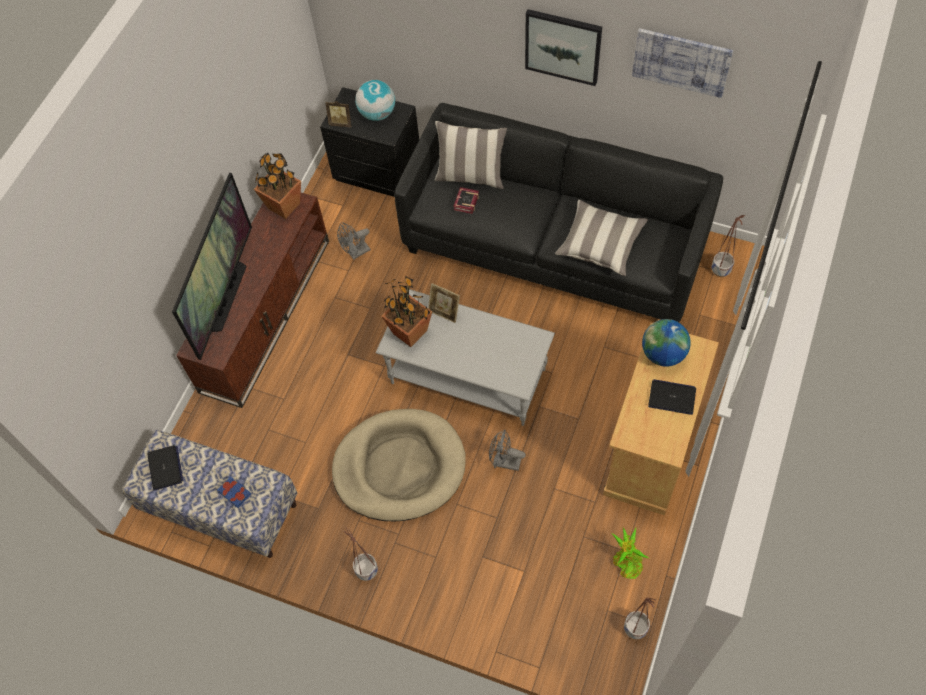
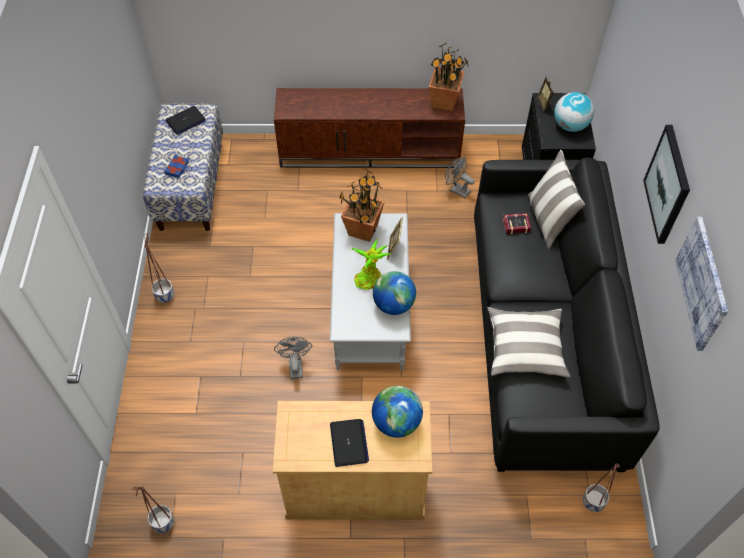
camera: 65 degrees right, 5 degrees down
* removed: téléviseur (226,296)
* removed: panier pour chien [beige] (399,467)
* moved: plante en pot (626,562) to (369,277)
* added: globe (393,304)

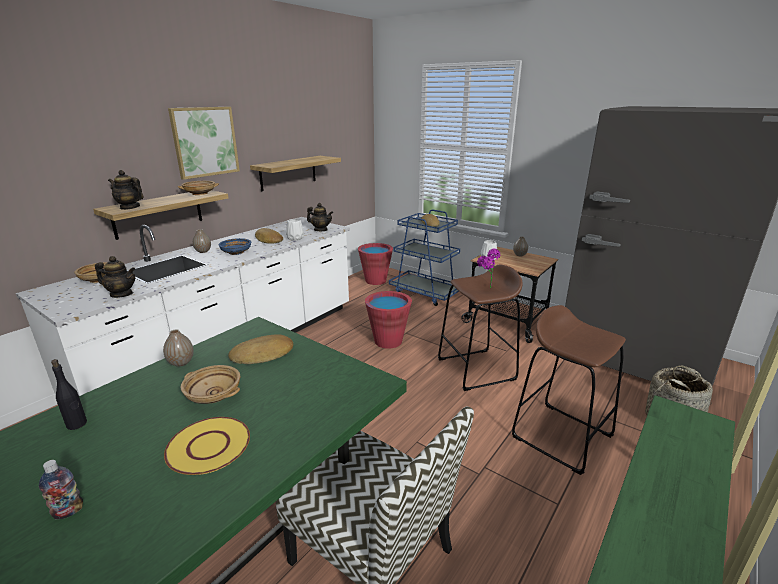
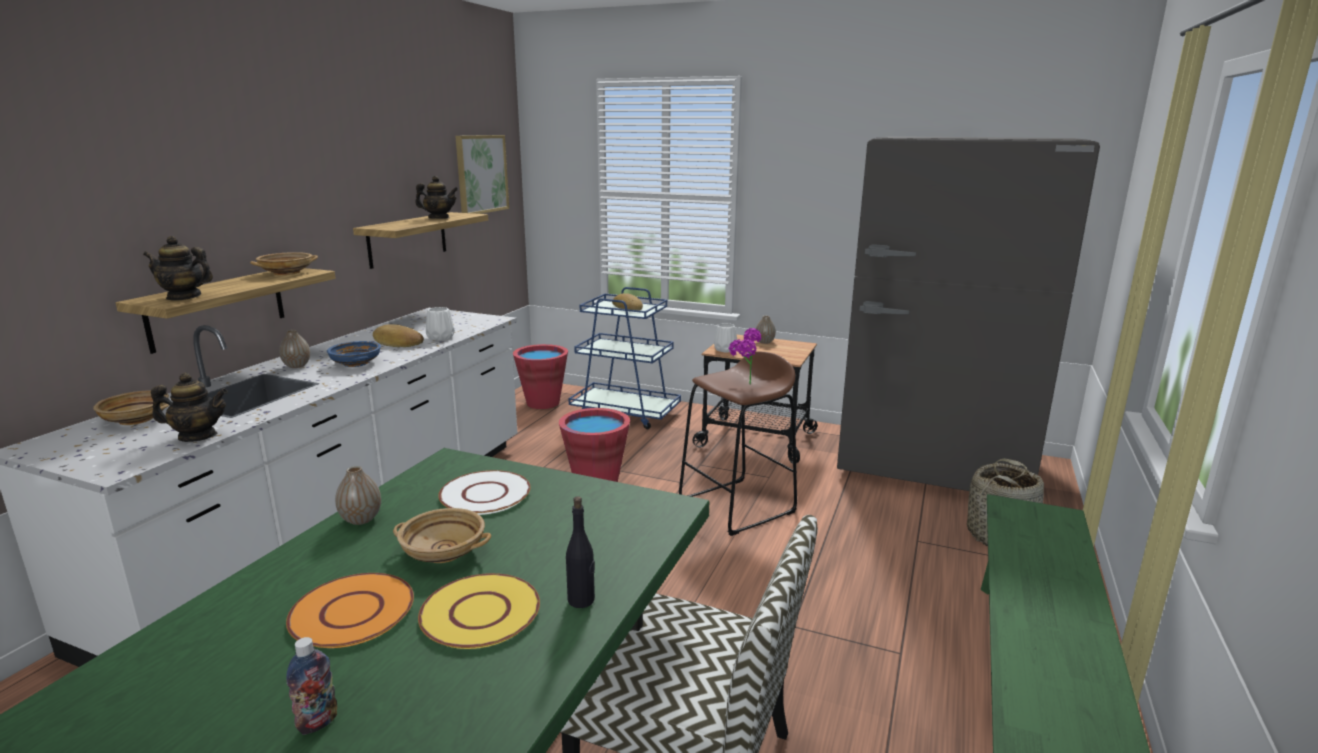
camera: 15 degrees left, 5 degrees down
* moved: bouteille [noir] (77,424) to (581,600)
* moved: tableau (205,142) to (481,174)
* replaced: pain (263,355) to assiette [blanc] (486,494)
* moved: théière (321,230) to (439,218)
* removed: tabouret [marron] (561,436)
* added: assiette [orange] (353,612)

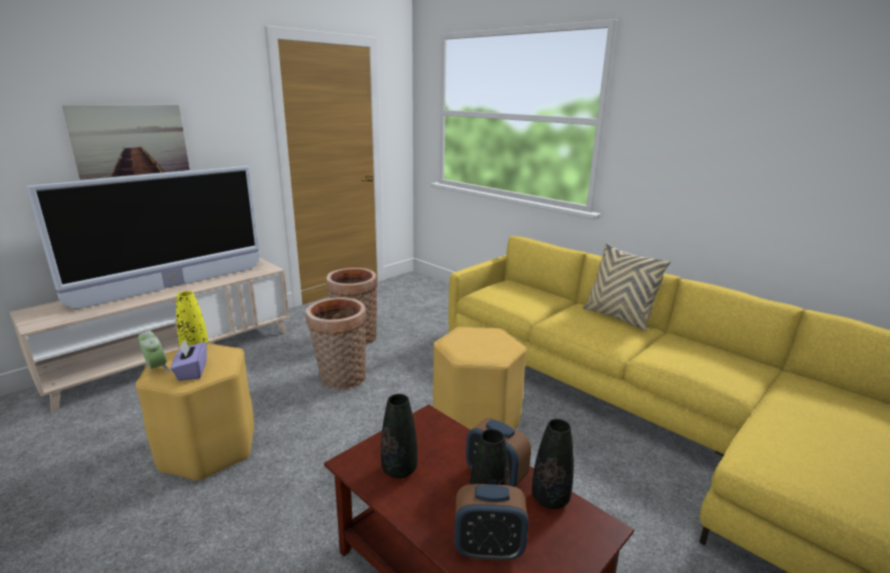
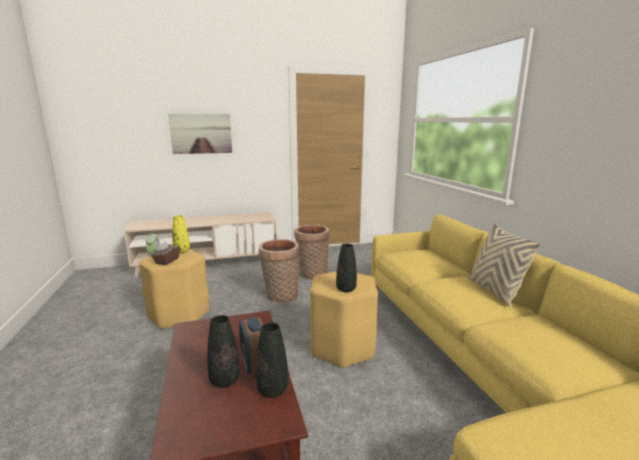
camera: 30 degrees right, 5 degrees down
* removed: téléviseur (173,286)
* recoloured: boîte à mouchoirs [violet] (192,371) to boîte à mouchoirs [marron] (167,261)
* moved: vase [noir] (399,470) to (346,289)
* removed: réveil (488,548)

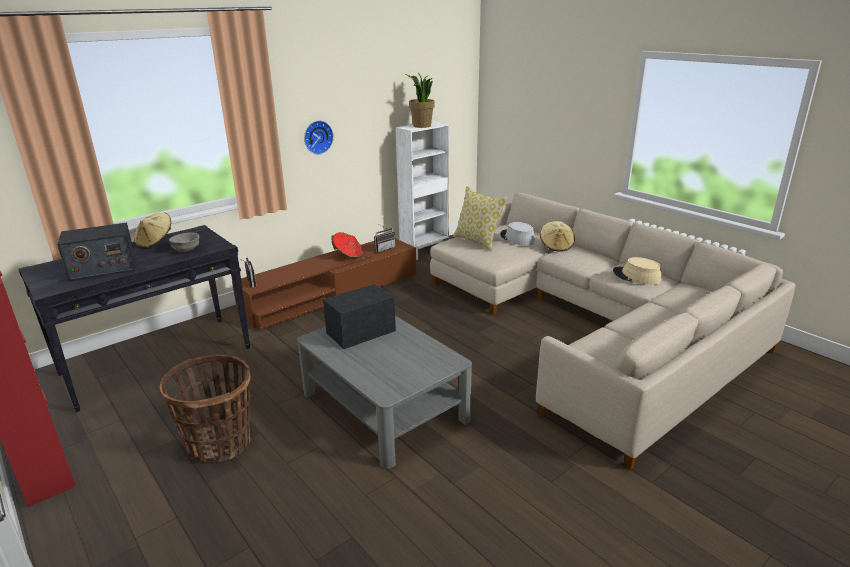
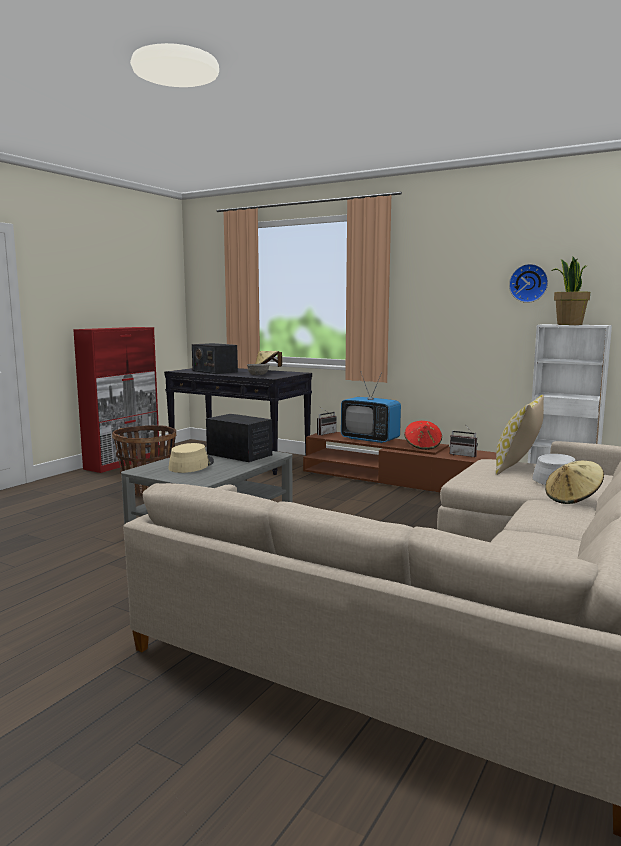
camera: 70 degrees right, 15 degrees down
* moved: horloge murale (317,137) to (529,283)
* moved: chapeau [beige] (636,276) to (191,465)
* added: téléviseur (370,439)

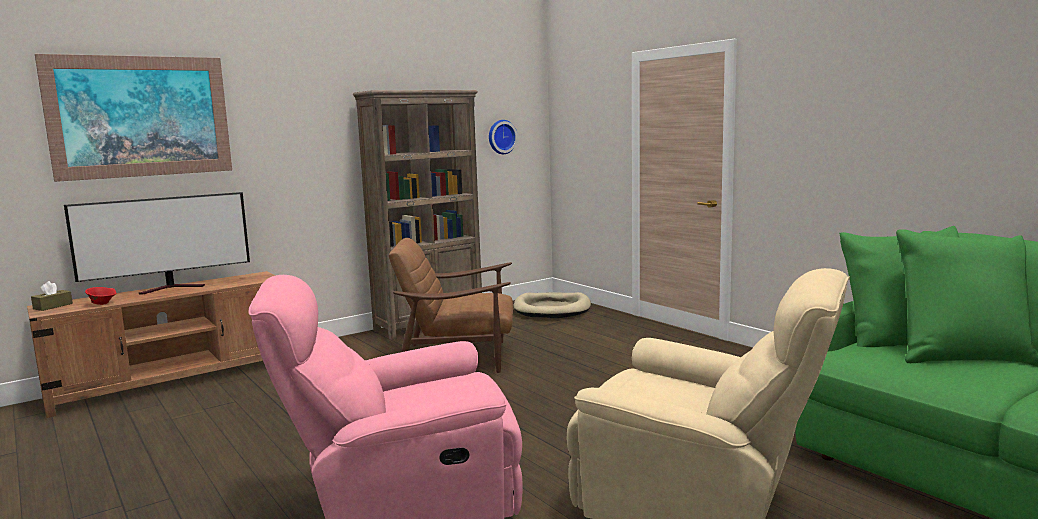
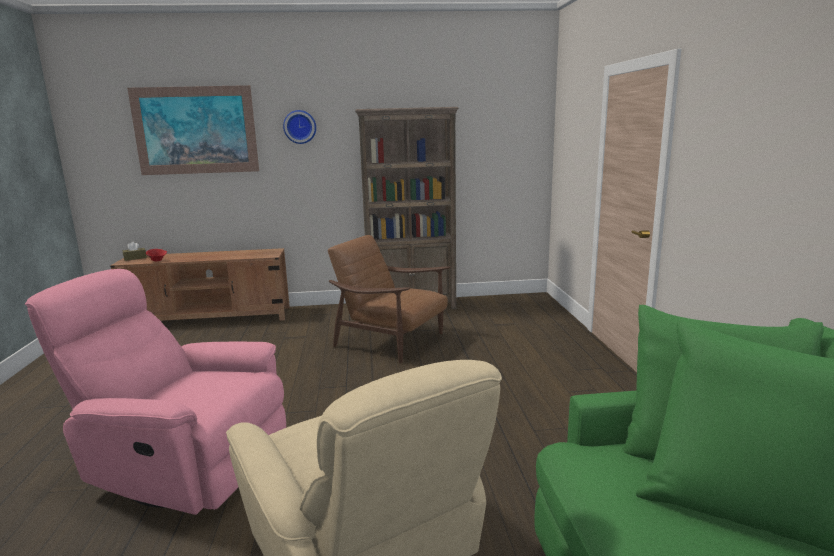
camera: 30 degrees right, 5 degrees up
* removed: téléviseur (173,288)
* moved: horloge murale (501,137) to (300,127)
* removed: panier pour chien [beige] (552,309)

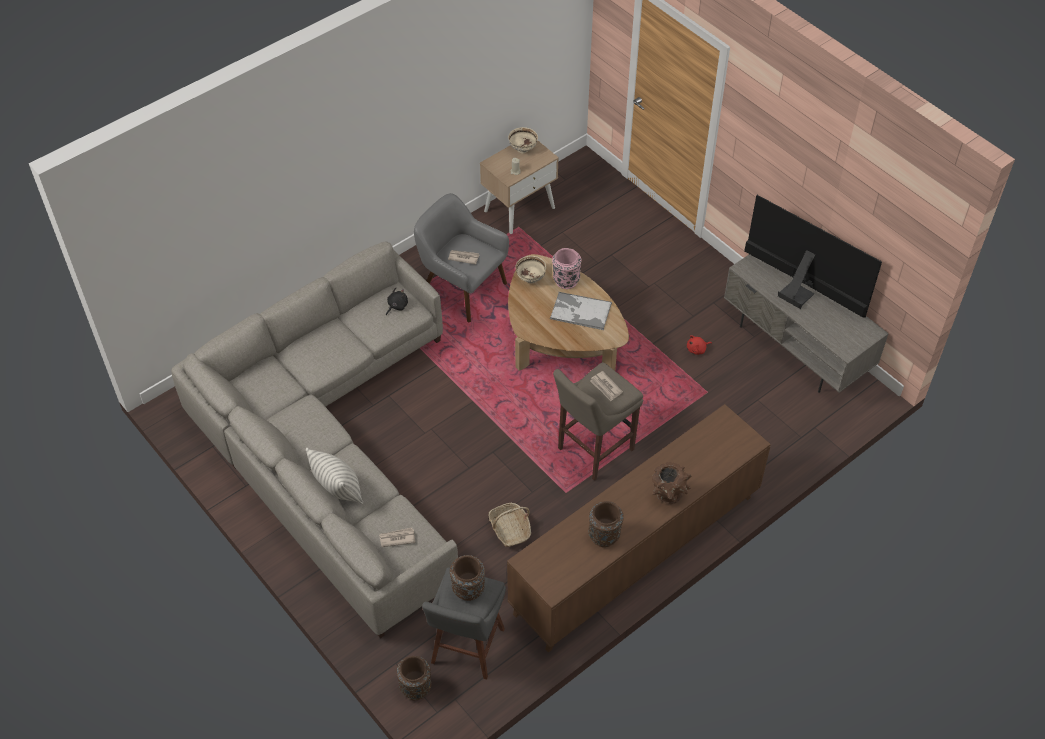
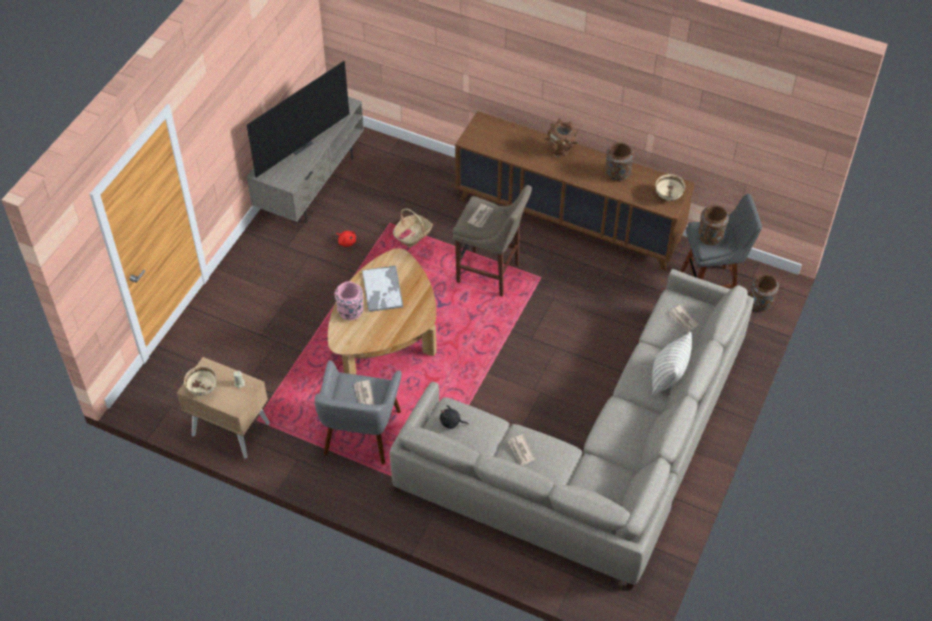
camera: 115 degrees left, 0 degrees up
* moved: panier (510,529) to (413,235)
* moved: bol [beige] (530,279) to (668,197)
* turned: téléviseur (798,292) = (299,145) 150 degrees counterclockwise
* added: journal (521,451)

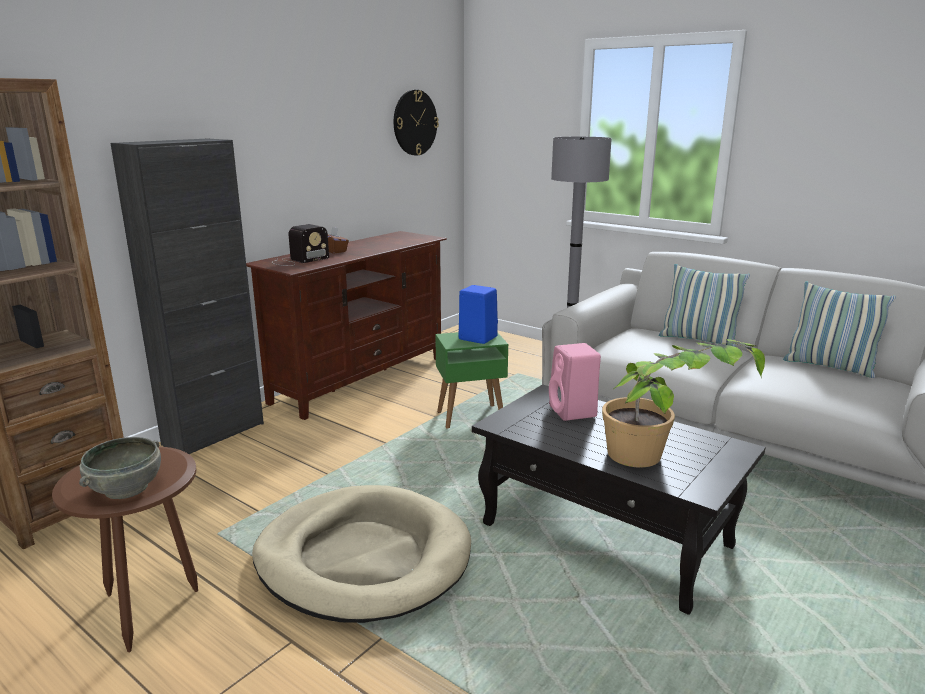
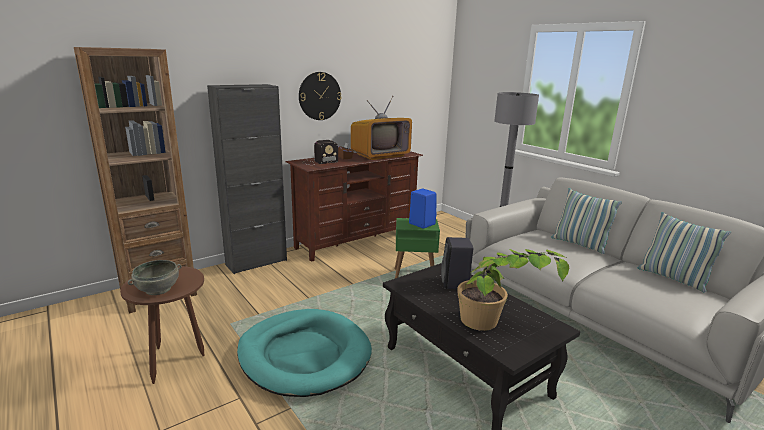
camera: 15 degrees right, 0 degrees up
* recoloured: panier pour chien [beige] (363,558) to panier pour chien [turquoise] (304,355)
* moved: horloge murale (415,122) to (319,96)
* recoloured: enceinte [rose] (573,412) to enceinte [noir] (455,283)
* added: téléviseur (380,155)

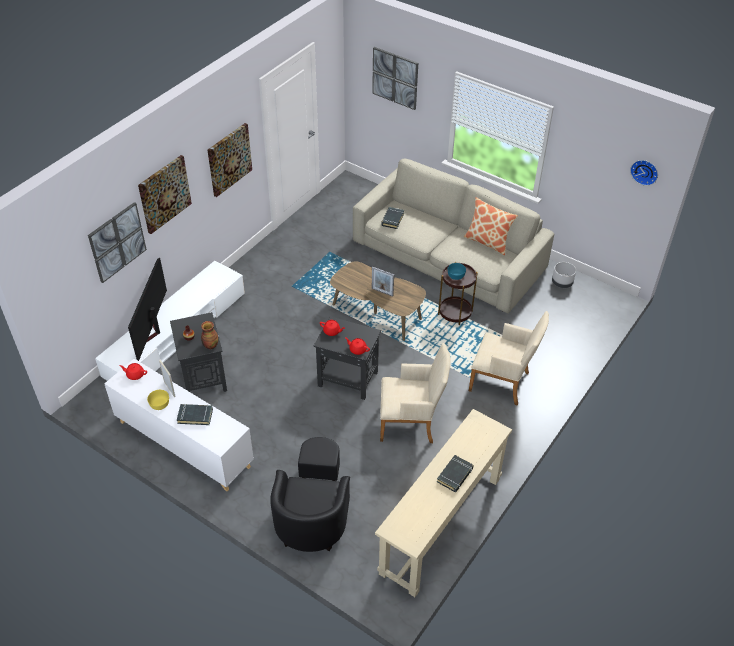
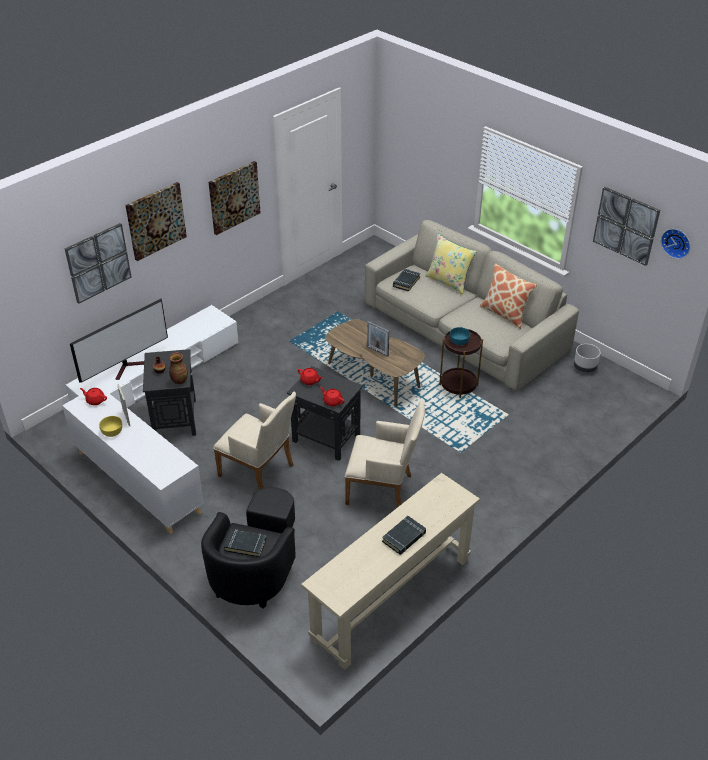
camera: 10 degrees right, 5 degrees down
* turned: téléviseur (152,333) = (129,367) 150 degrees counterclockwise
* moved: livre [noir] (195,416) to (245,545)
* moved: tableau (395,78) to (626,225)
* moved: fauteuil [beige] (503,383) to (260,472)
* added: coussin [jaune] (449,281)

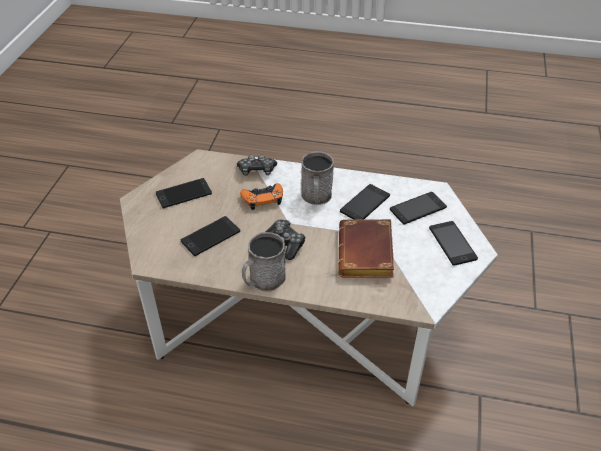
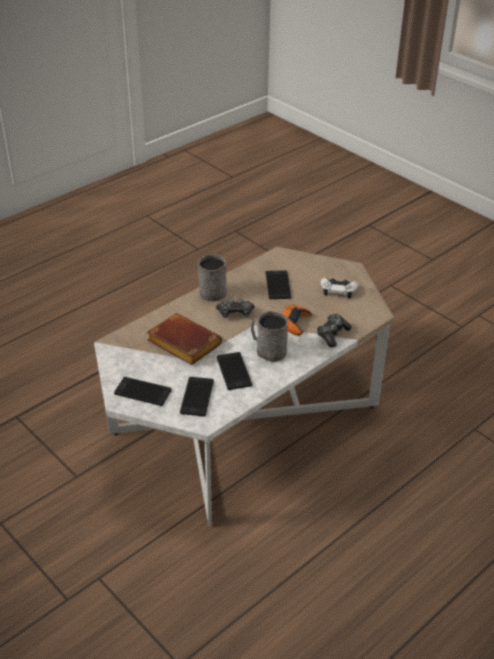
camera: 125 degrees right, 5 degrees down
* replaced: téléphone (183,193) to manette [blanc] (338,290)

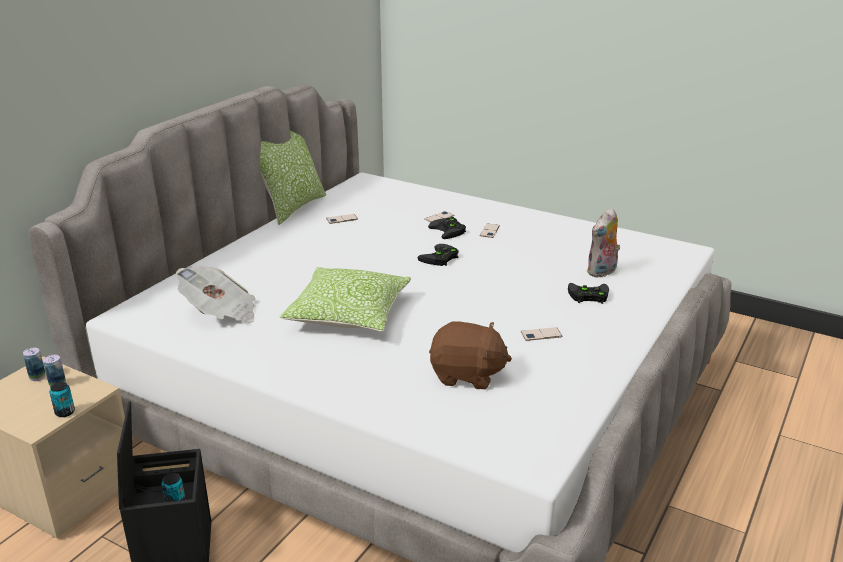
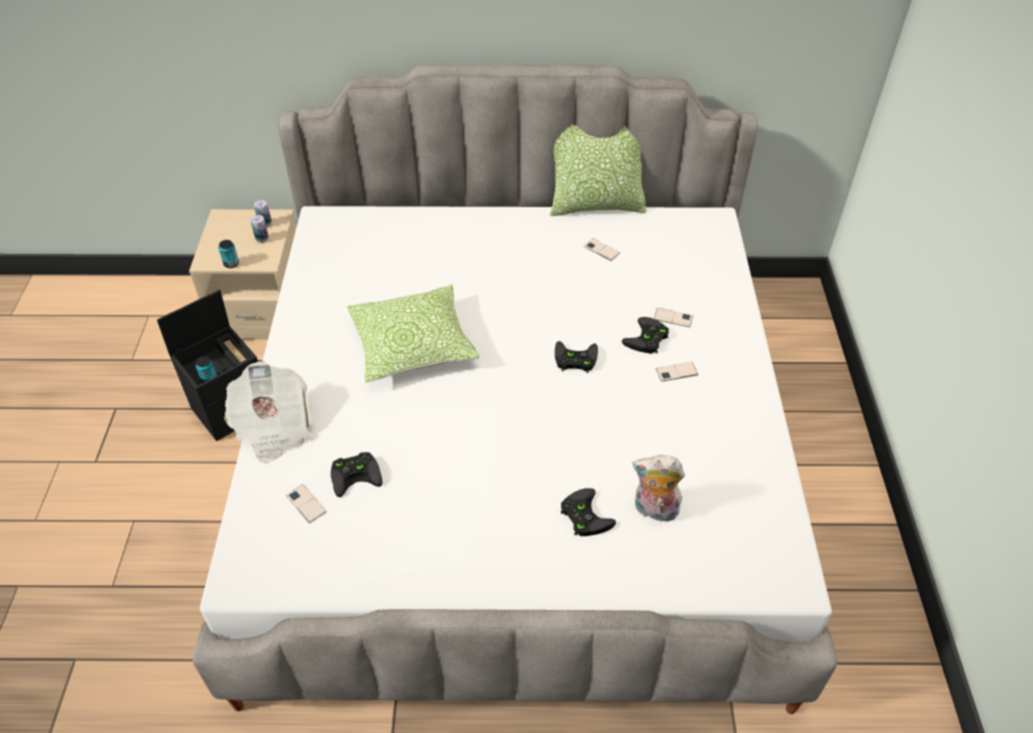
camera: 60 degrees right, 20 degrees up
* moved: journal (221,313) to (272,427)
* replaced: peluche [marron] (467,375) to manette [noir] (357,474)
* moved: téléphone (541,334) to (306,504)

